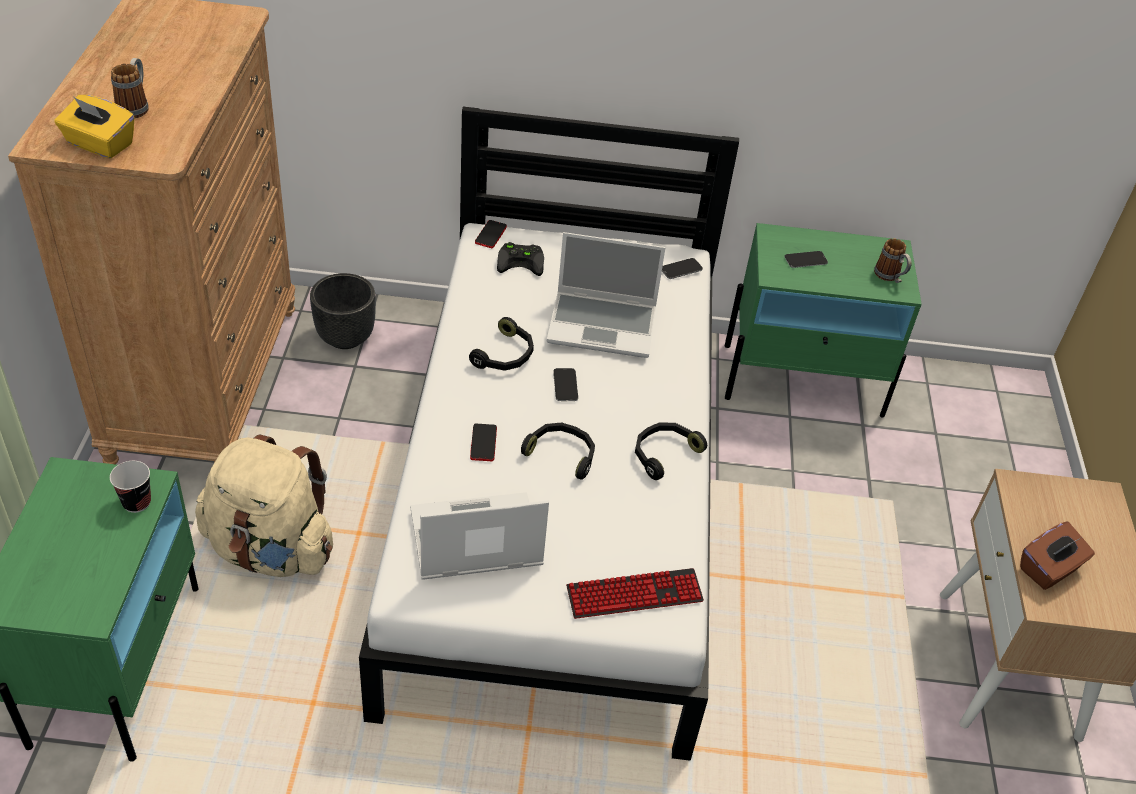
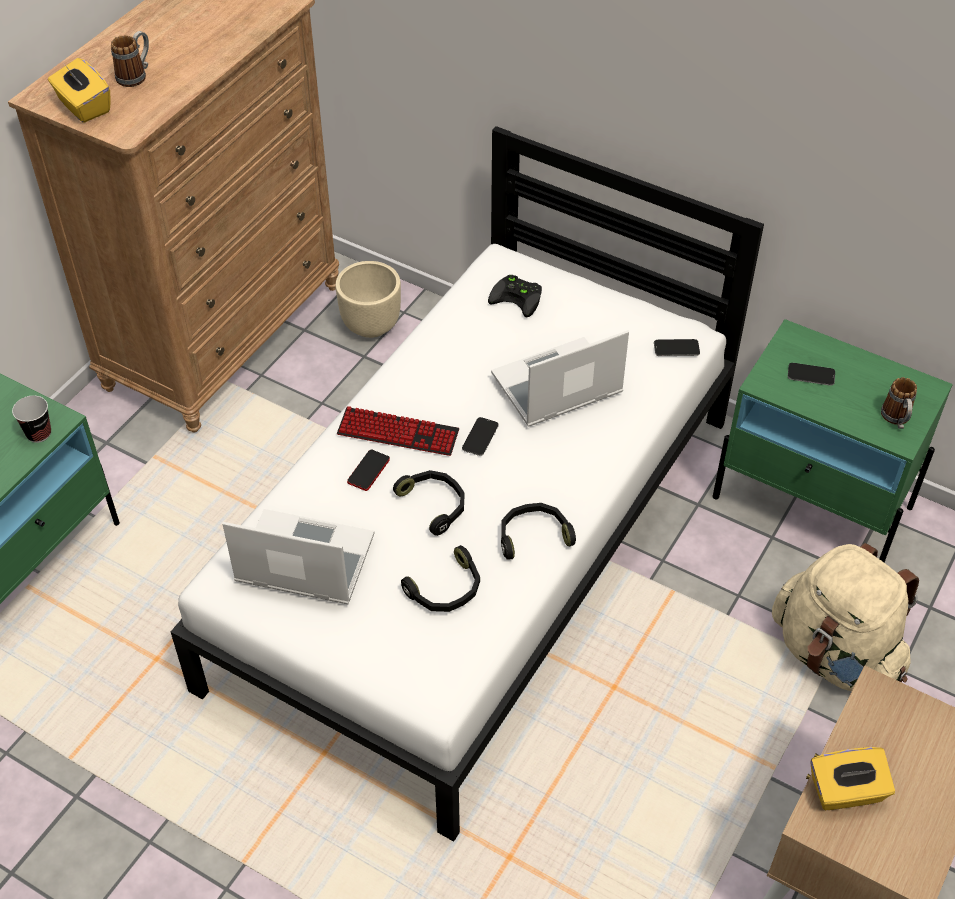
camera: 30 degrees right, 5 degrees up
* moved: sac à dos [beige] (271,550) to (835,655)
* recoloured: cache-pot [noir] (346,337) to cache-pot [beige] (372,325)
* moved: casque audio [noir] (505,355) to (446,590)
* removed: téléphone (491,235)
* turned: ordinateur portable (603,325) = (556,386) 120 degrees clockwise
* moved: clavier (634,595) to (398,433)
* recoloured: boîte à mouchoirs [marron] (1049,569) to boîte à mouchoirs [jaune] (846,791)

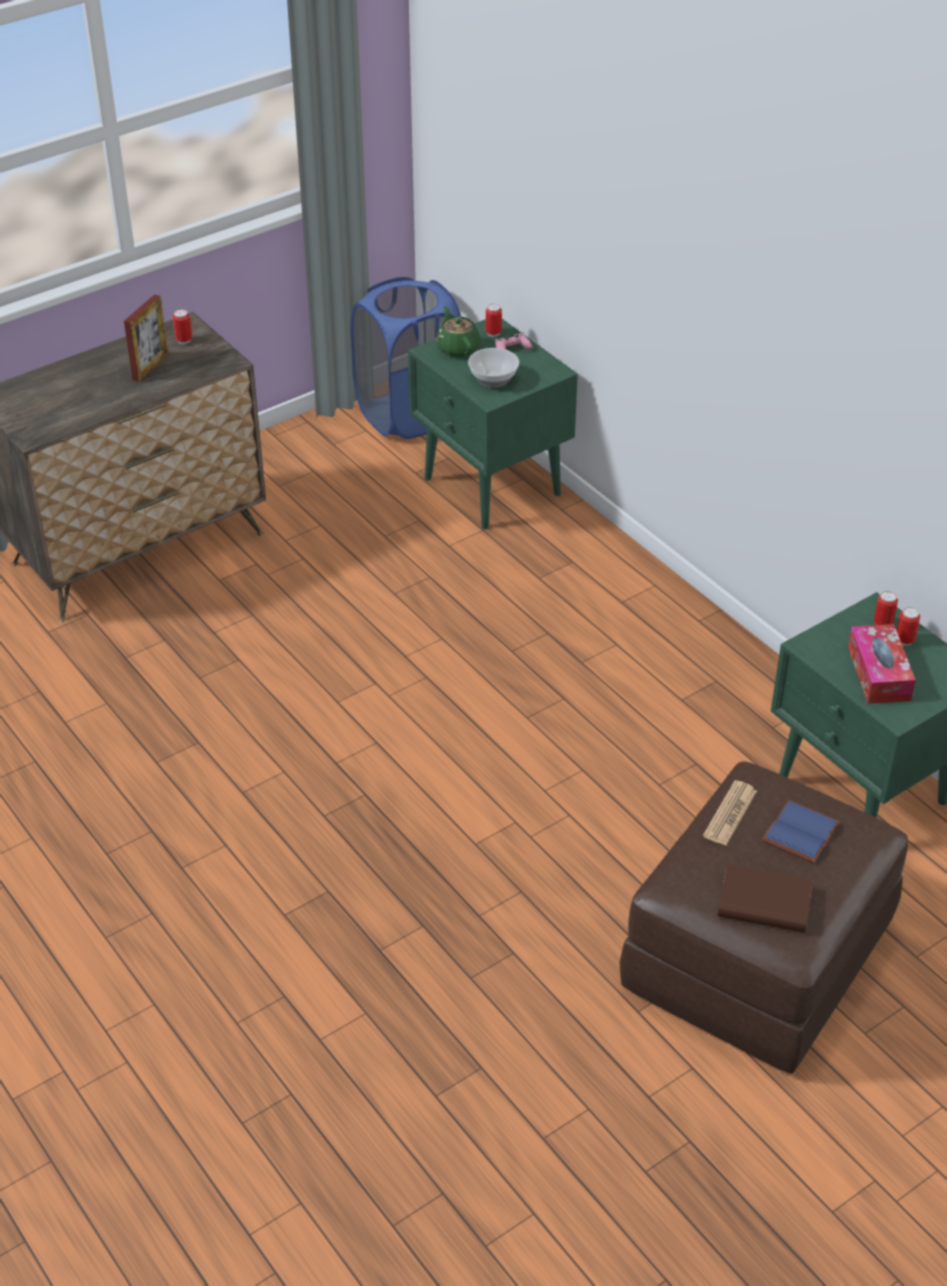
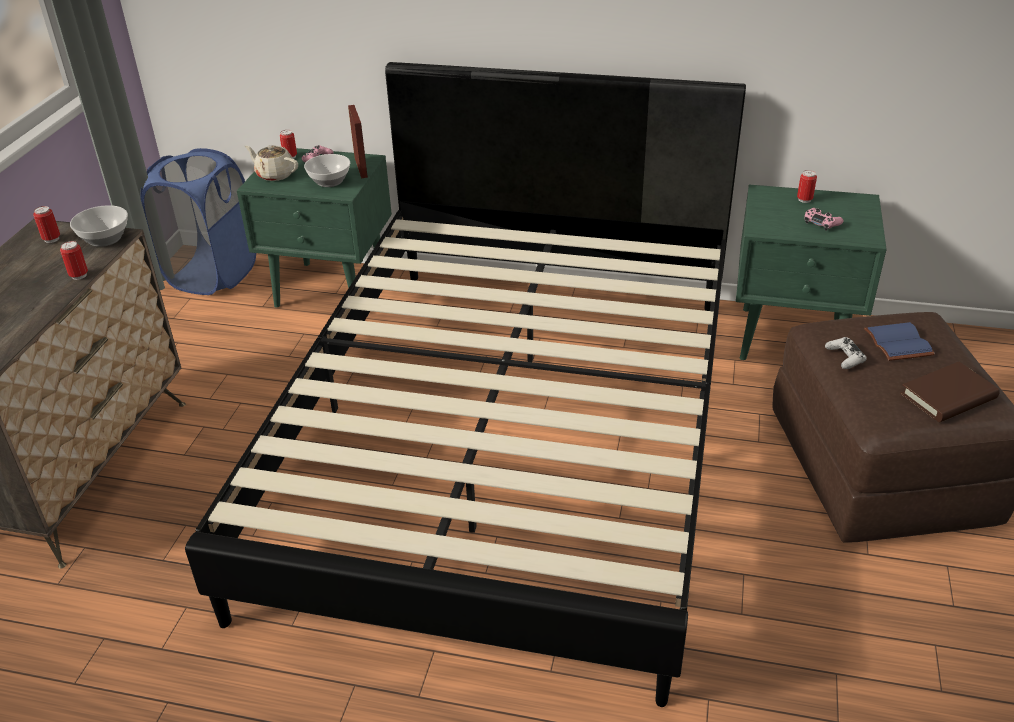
camera: 40 degrees left, 5 degrees down
* moved: cadre photo (150,367) to (361,168)
* recoloured: théière [vert] (457,348) to théière [beige] (275,174)
* replaced: journal (730,814) to manette [blanc] (845,357)
* replaced: boîte à mouchoirs (878,673) to manette [rose] (821,223)
* moved: boîte métallique (883,624) to (79,275)
* added: bol (104,239)
* added: lit [noir] (511,437)

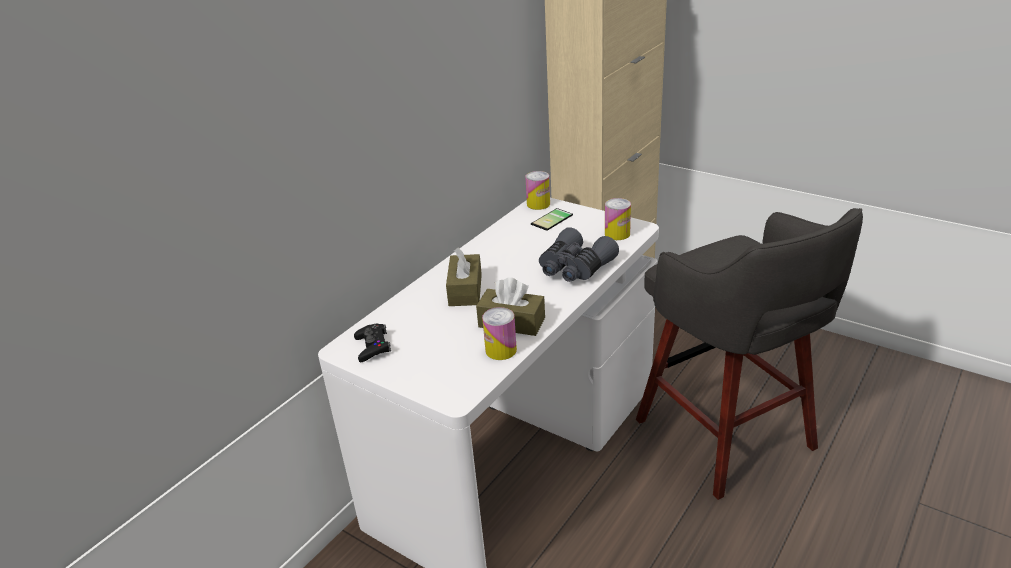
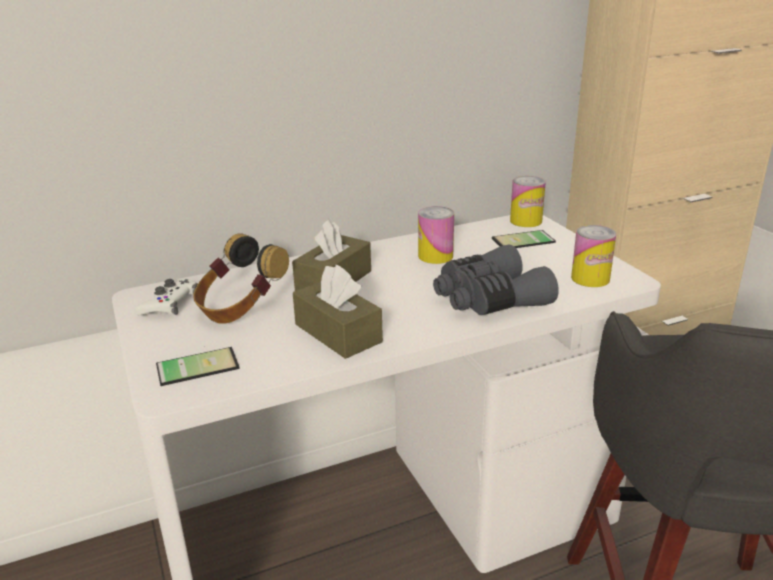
camera: 30 degrees right, 5 degrees down
* recoloured: manette [noir] (373,346) to manette [blanc] (169,304)
* moved: boîte métallique (501,350) to (435,256)
* added: téléphone (197,364)
* added: casque audio (240,308)

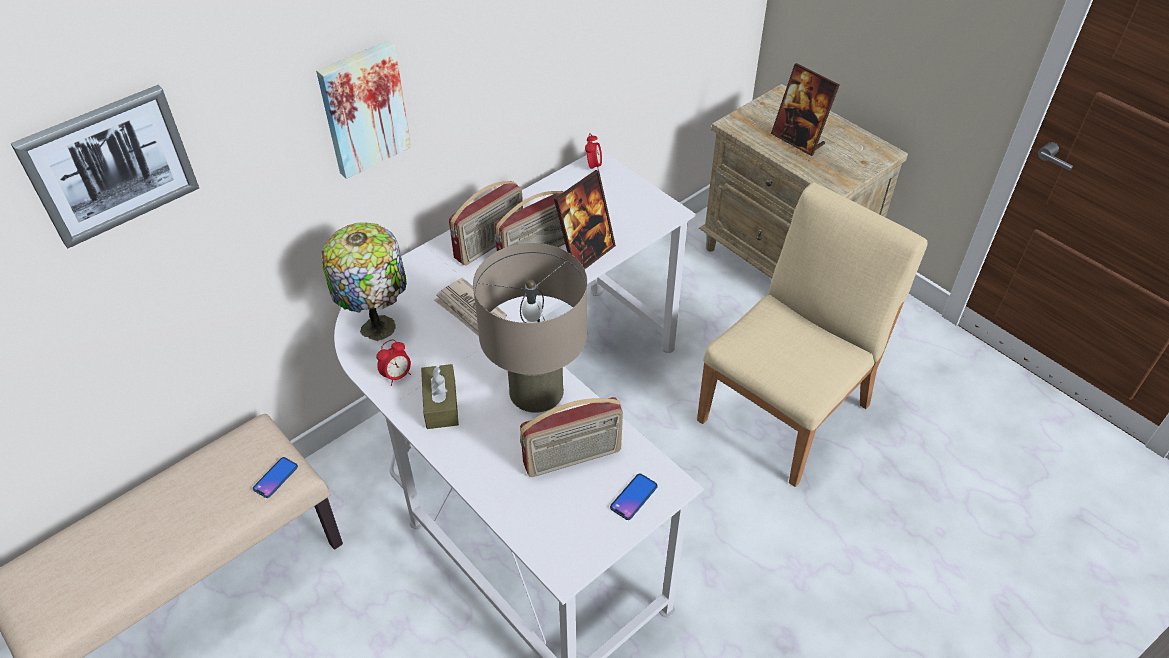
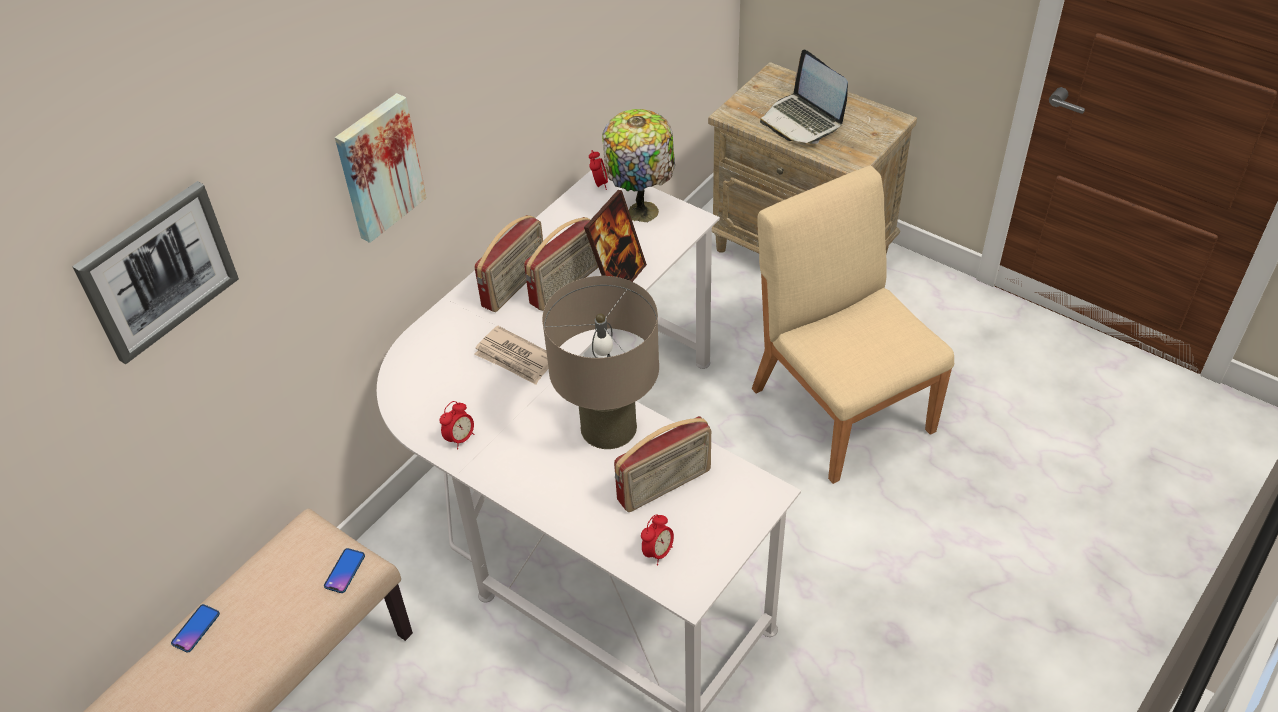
camera: 10 degrees left, 0 degrees up
* moved: lampe de table (378,325) to (642,209)
* removed: boîte à mouchoirs [marron] (441,404)
* moved: téléphone (633,497) to (196,628)
* turned: chaise [beige] (786,411) = (841,407) 60 degrees counterclockwise
* replaced: cadre photo (798,140) to ordinateur portable (802,121)
* added: réveil (658,552)

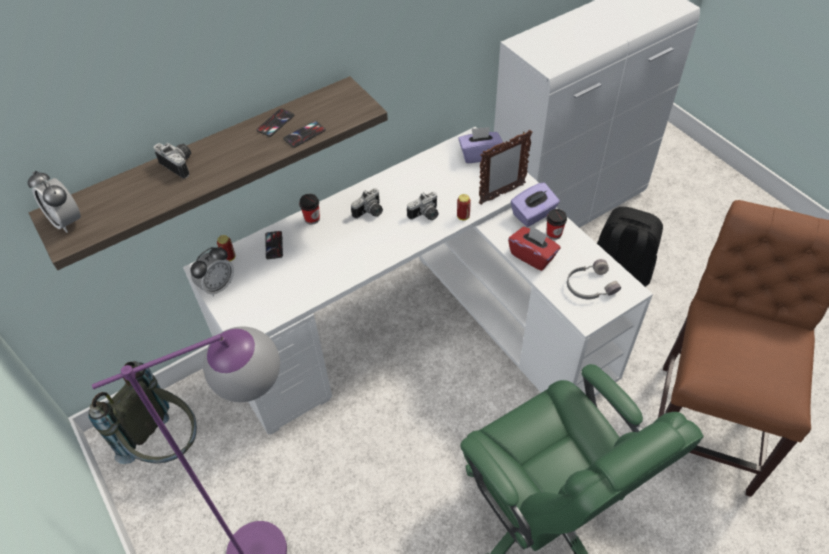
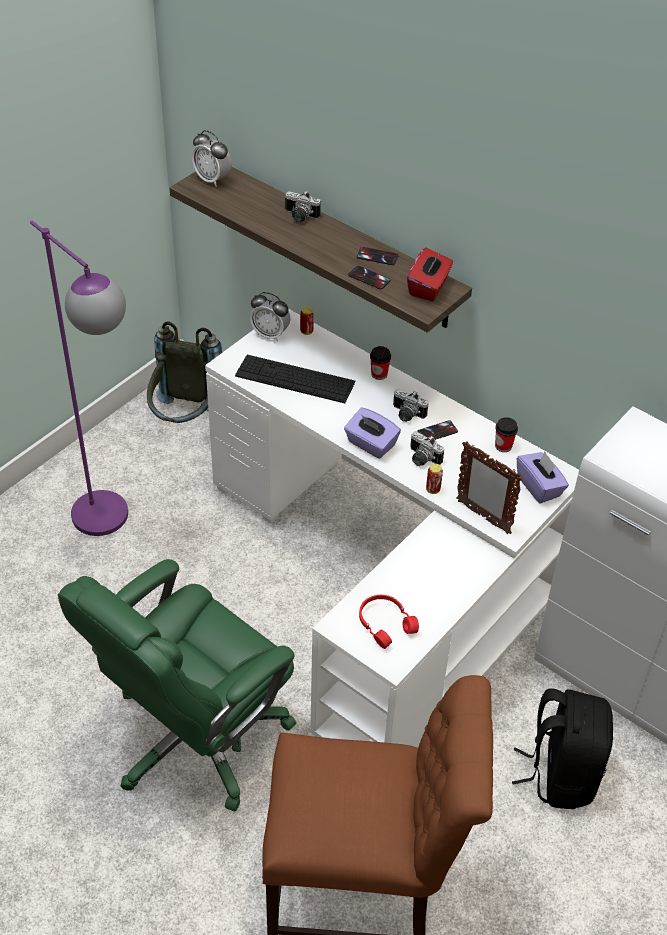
camera: 70 degrees right, 5 degrees down
* turned: réveil (67,221) = (212,179) 75 degrees counterclockwise
* turned: appareil photo (180,164) = (299,217) 90 degrees clockwise
* moved: téléphone (274,245) to (437,432)
* moved: boîte à mouchoirs [rouge] (532,256) to (428,287)
* moved: boîte à mouchoirs [violet] (533,214) to (370,444)
* moved: tasse (553,234) to (503,446)
* recoloured: casque audio [gris] (589,285) to casque audio [rouge] (385,623)
* added: clavier (295,379)

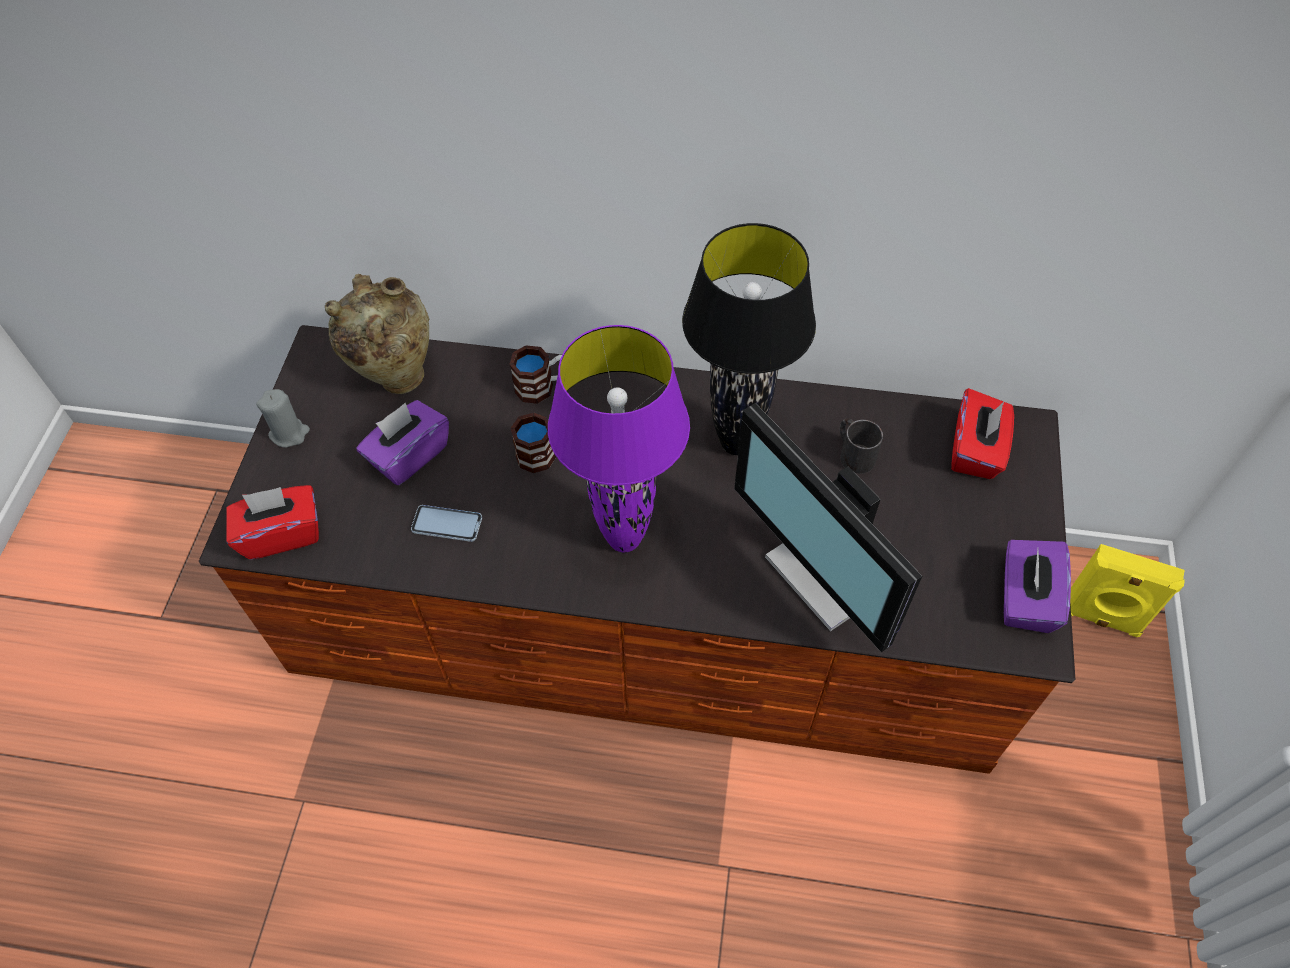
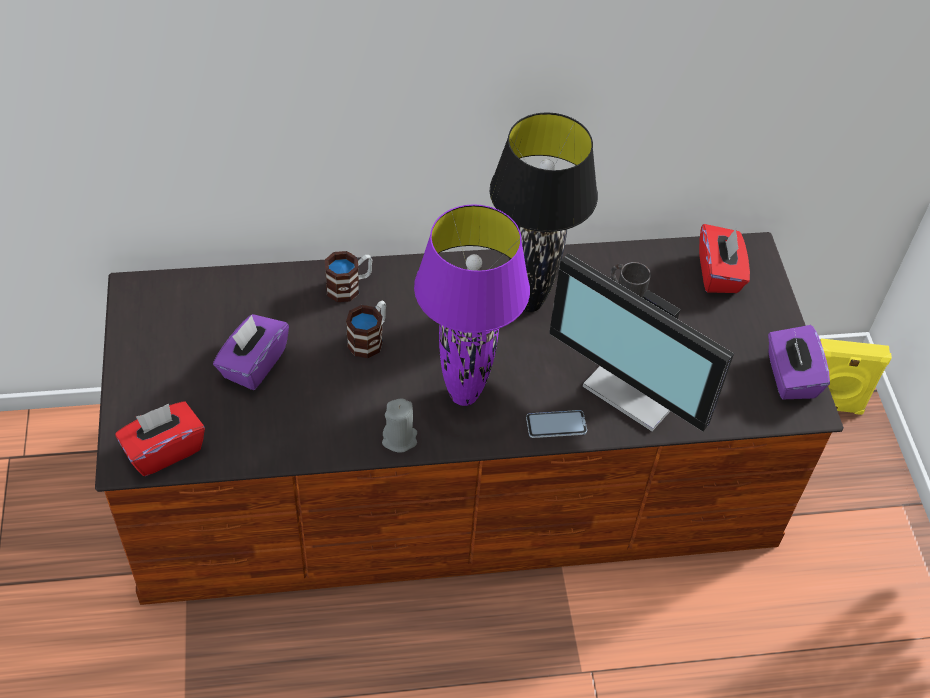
camera: 20 degrees left, 5 degrees down
* moved: bougie [gris] (289,433) to (399,439)
* removed: vase [beige] (395,376)
* moved: téléphone (447,524) to (556,425)

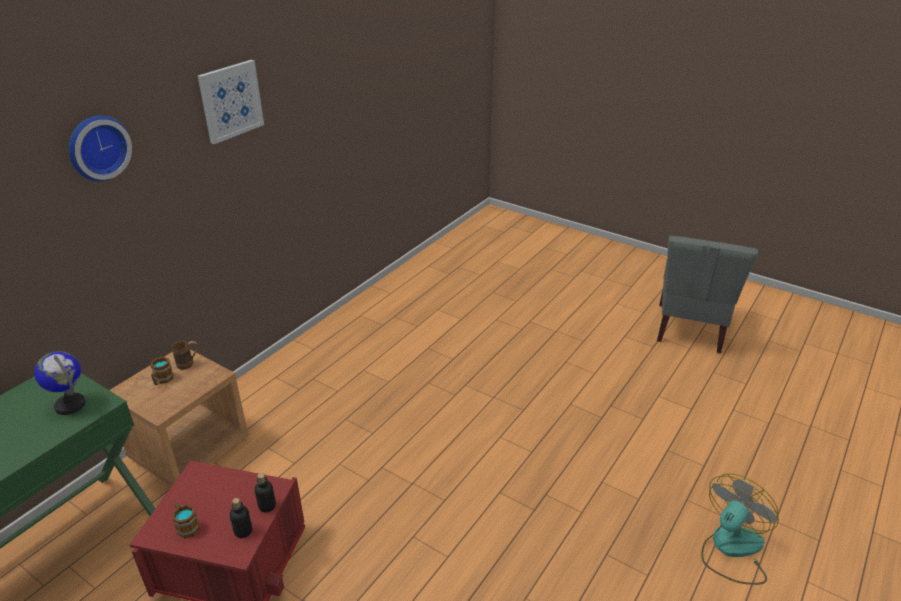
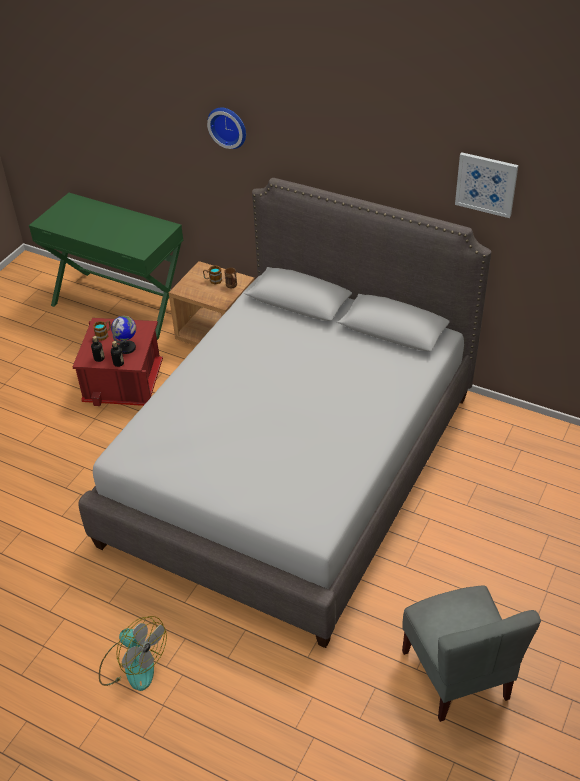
camera: 85 degrees right, 10 degrees up
* moved: globe (70,405) to (127,348)
* moved: tableau (231,101) to (486,184)
* turned: chaise [gris] (690,328) = (457,675) 120 degrees counterclockwise
* added: lit [gris] (293,467)

